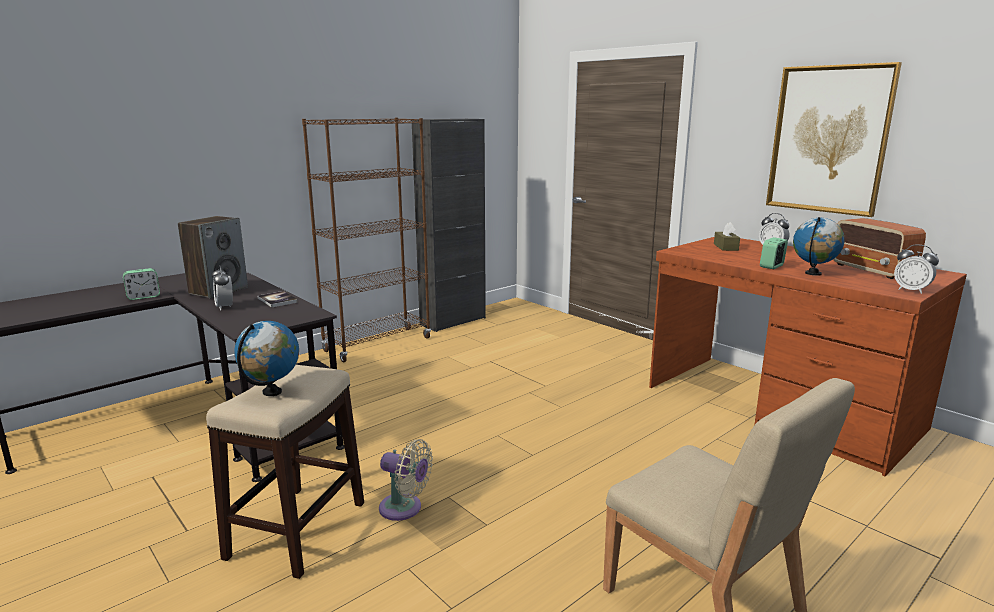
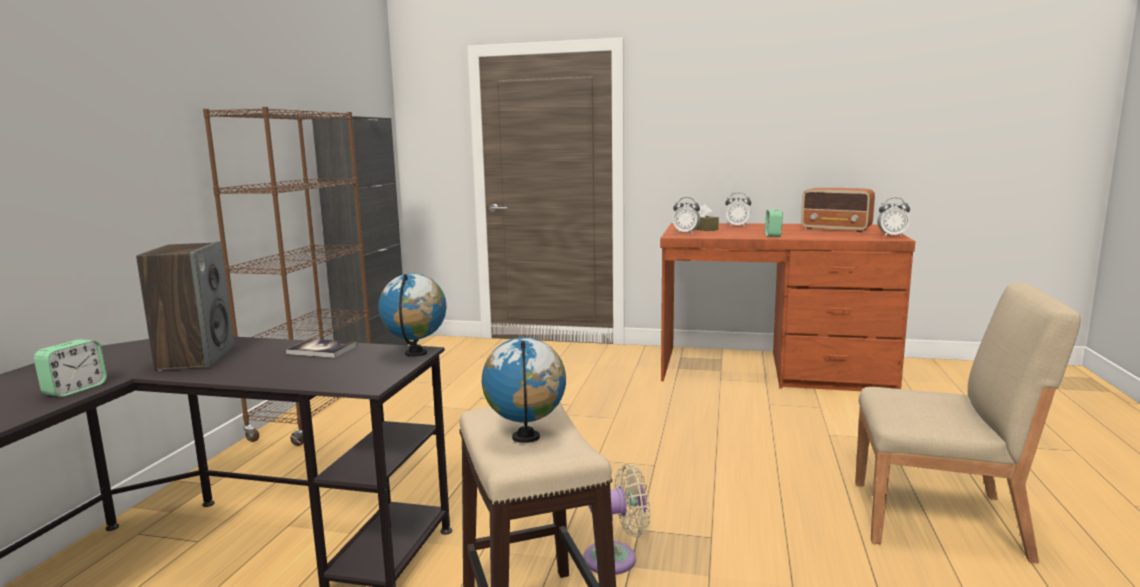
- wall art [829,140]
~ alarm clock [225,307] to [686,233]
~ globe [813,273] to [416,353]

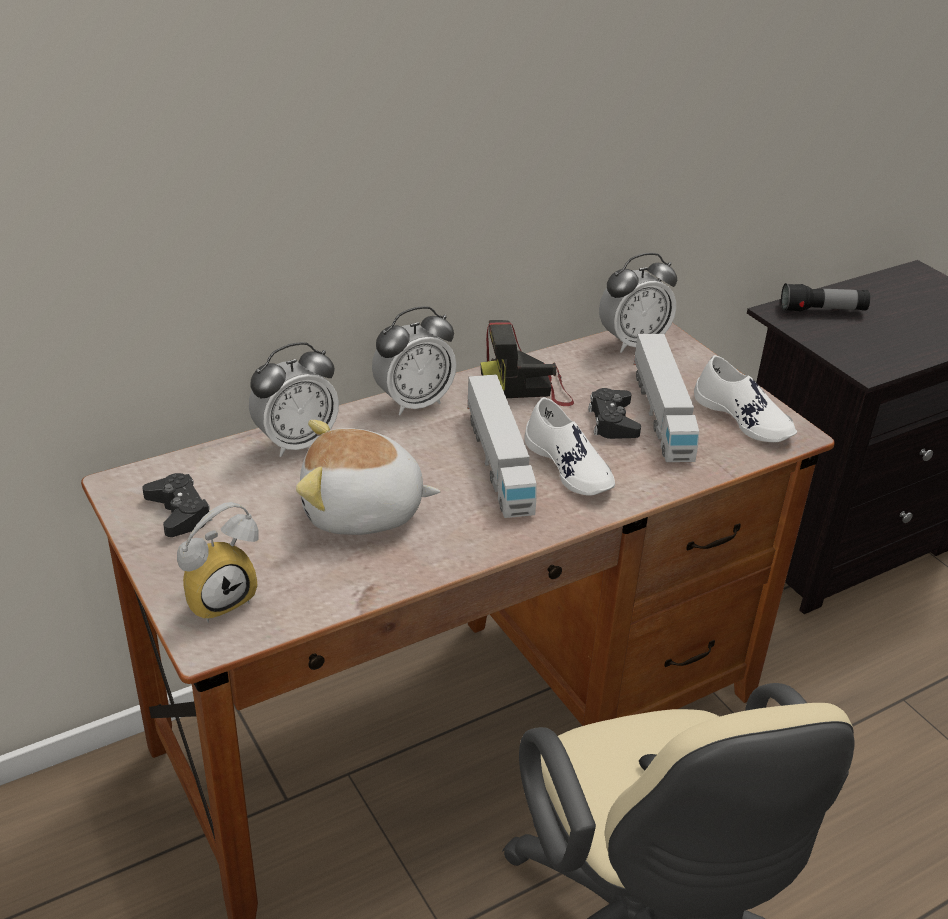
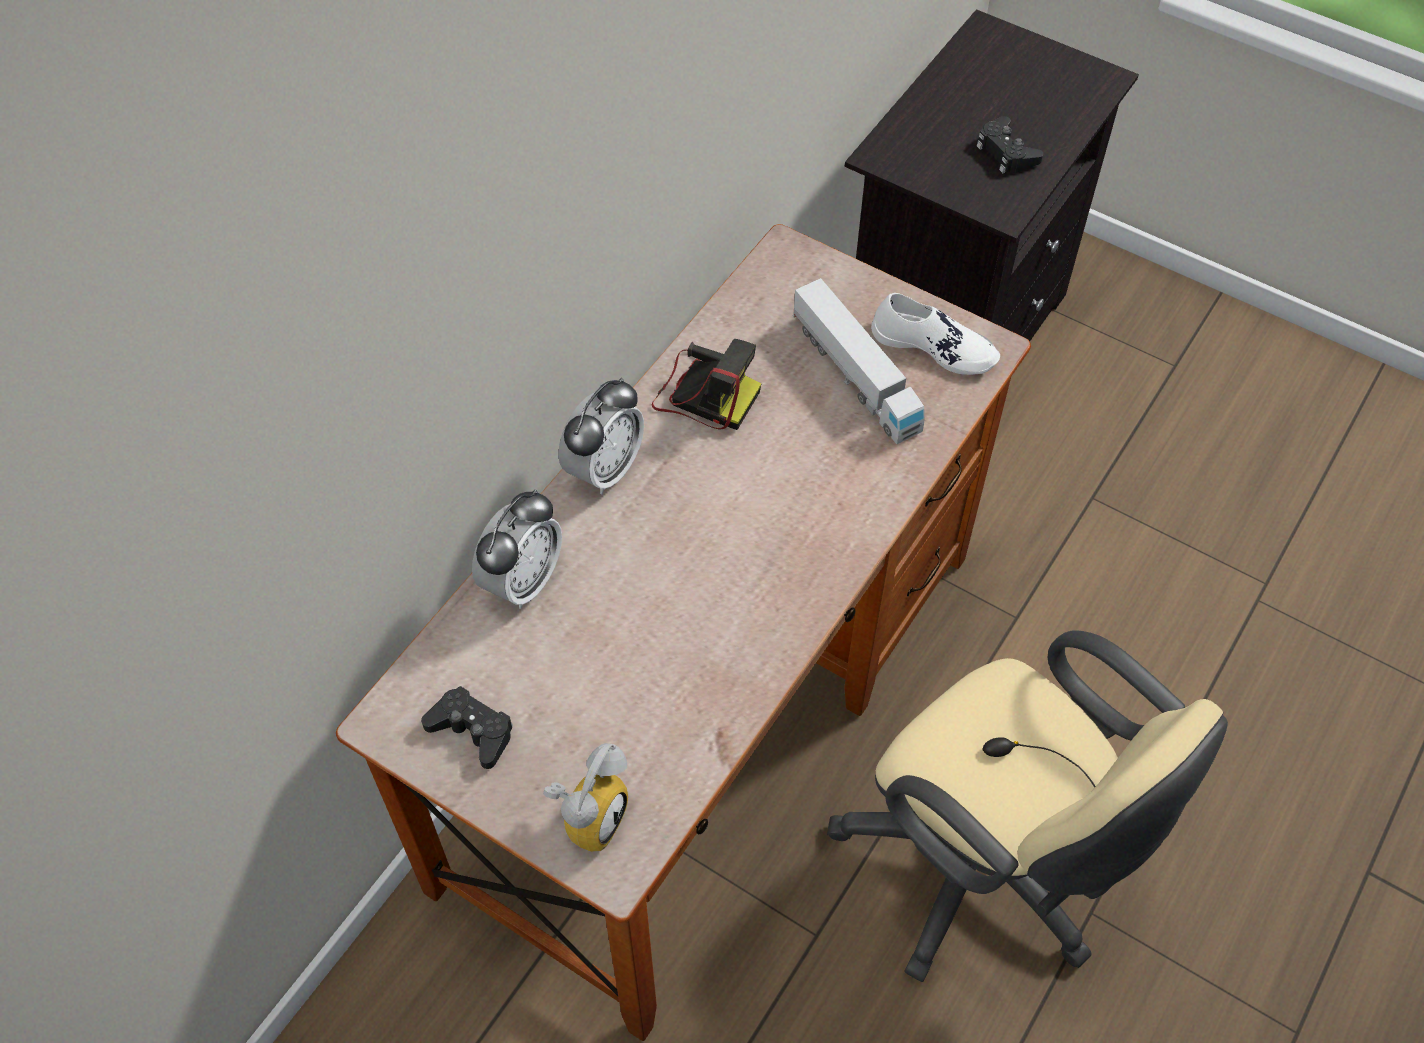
- cuddly toy [362,512]
- toy truck [498,462]
- white-coloured item of footwear [569,466]
- alarm clock [632,343]
- torch [822,310]
~ black gamepad [612,421] to [1006,152]
~ photo camera [527,387] = [704,394] 120 degrees counterclockwise

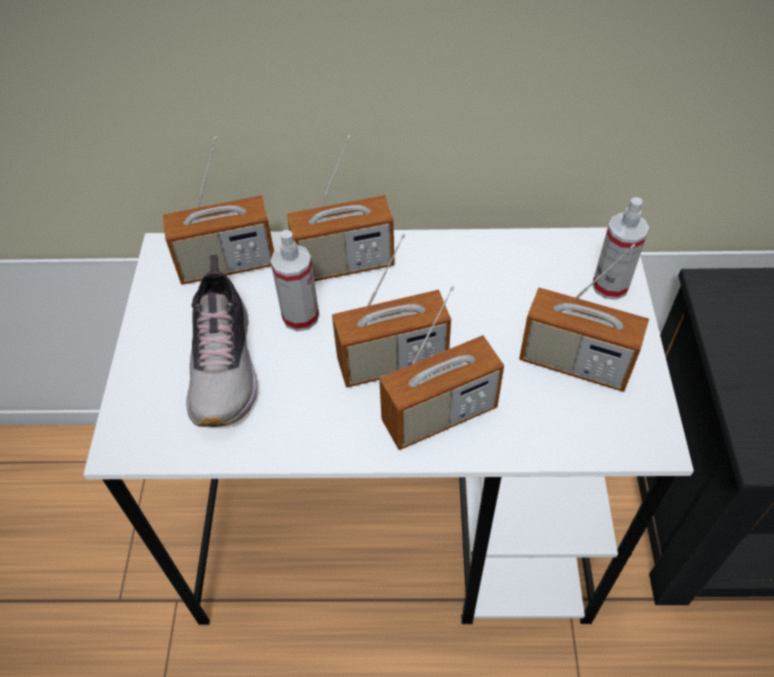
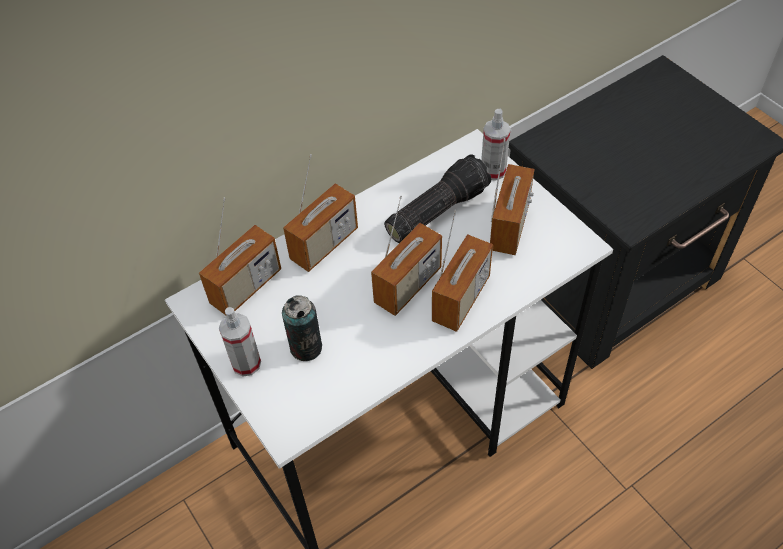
+ torch [436,210]
~ sprayer [300,316] to [246,363]
~ item of footwear [225,364] to metal can [306,347]
~ radio [574,363] = [509,227] 60 degrees counterclockwise

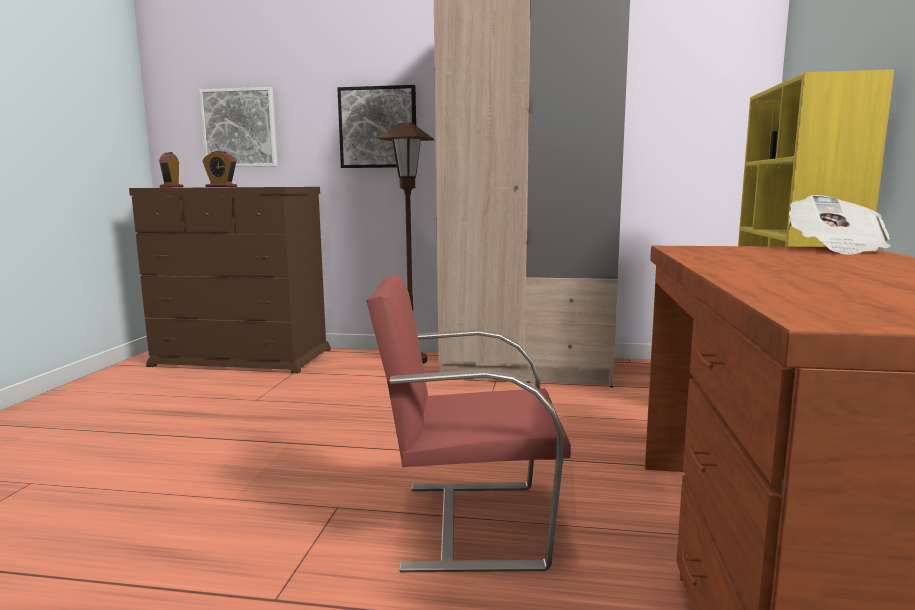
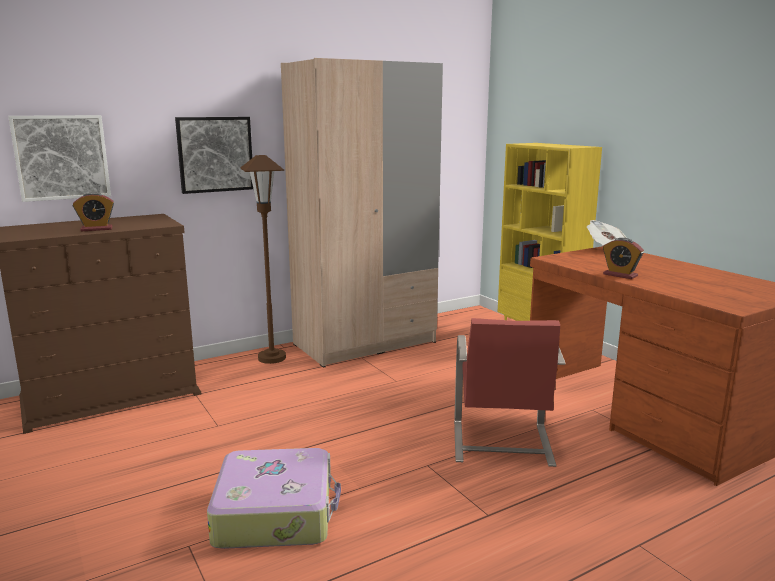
+ travel case [276,512]
~ alarm clock [171,187] to [620,275]
~ red chair [469,523] = [501,444] 45 degrees counterclockwise

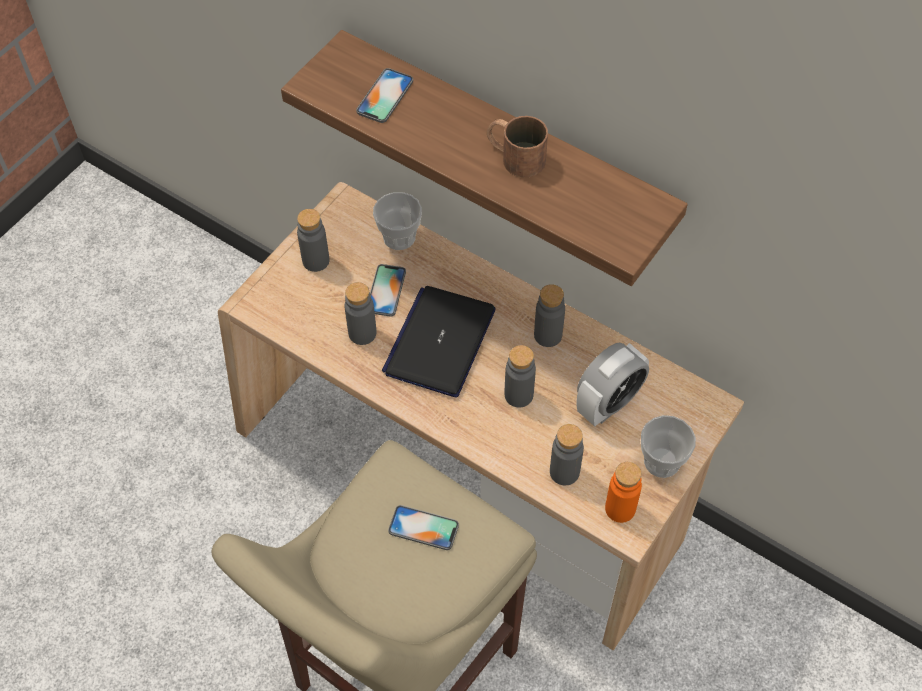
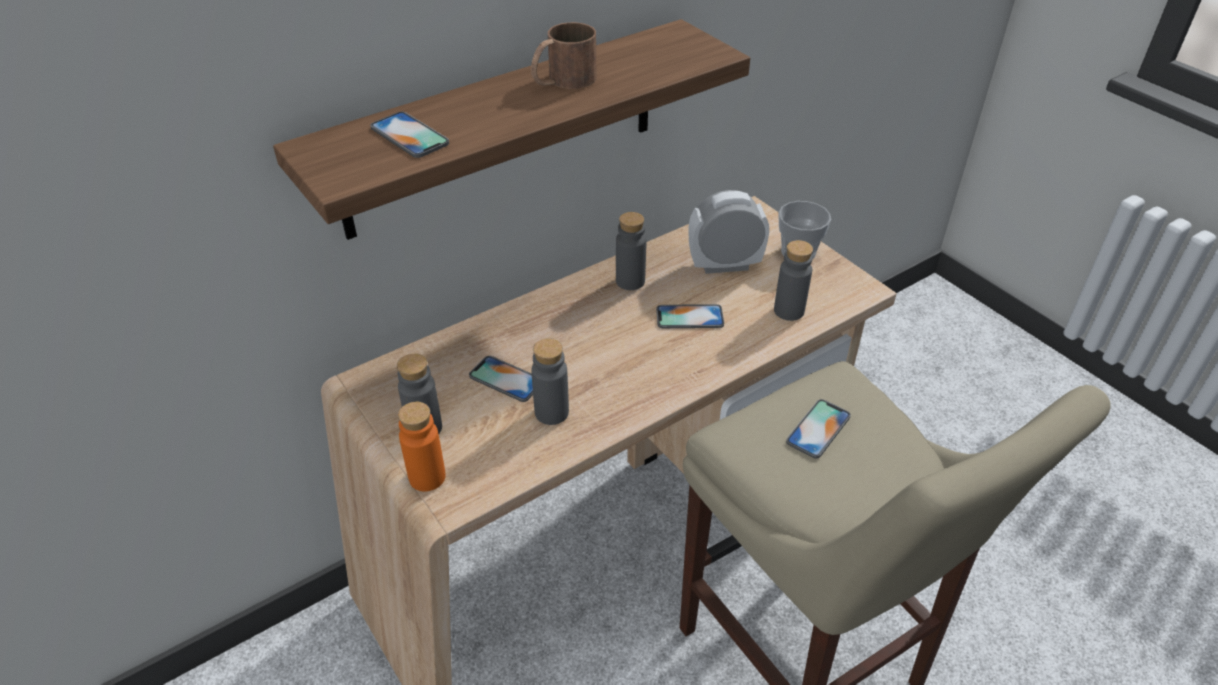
- cup [399,237]
- notebook computer [440,341]
~ orange drink bottle [620,508] to [427,477]
~ gray drink bottle [518,395] to telephone [689,317]
~ alarm clock [608,403] = [724,265] 75 degrees counterclockwise

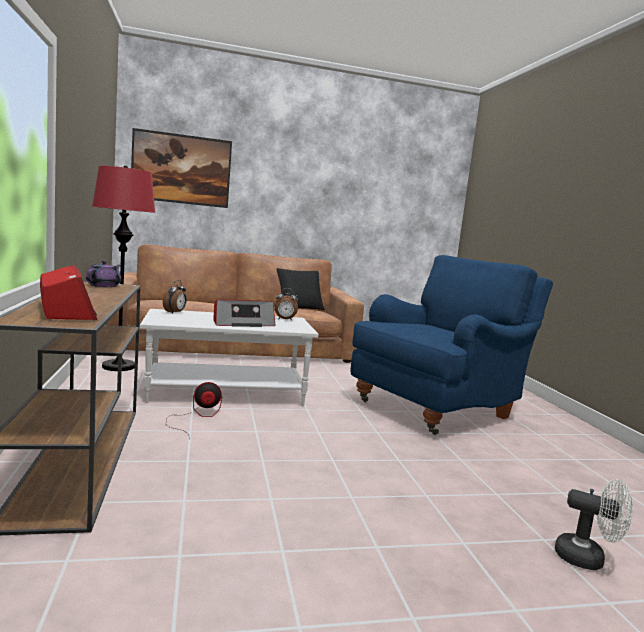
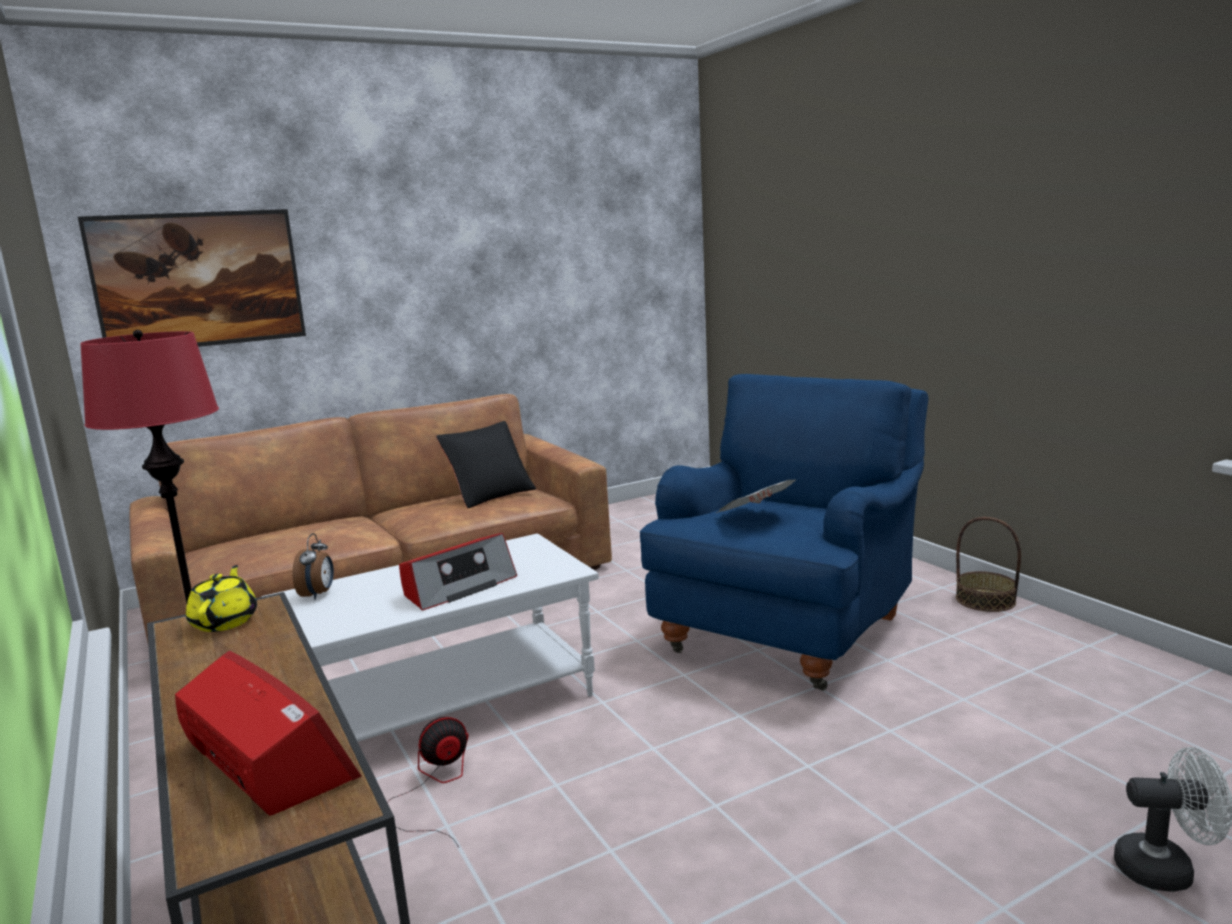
- alarm clock [285,319]
+ printed paper [755,517]
+ household basket [985,600]
~ purplish pot for tea [104,286] to yellow pot for tea [225,621]

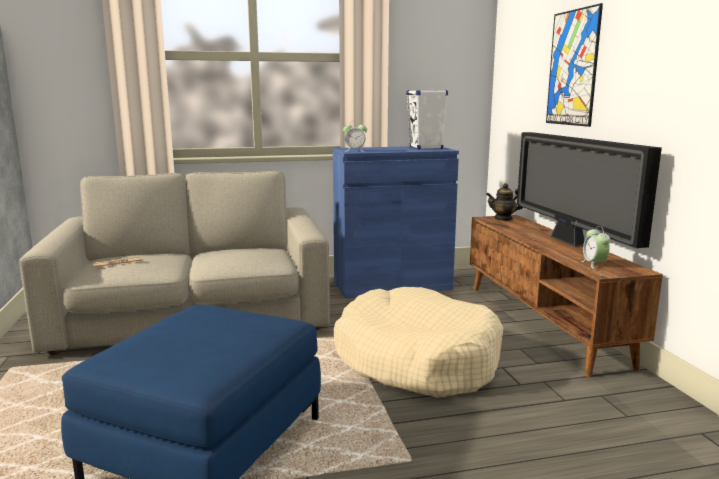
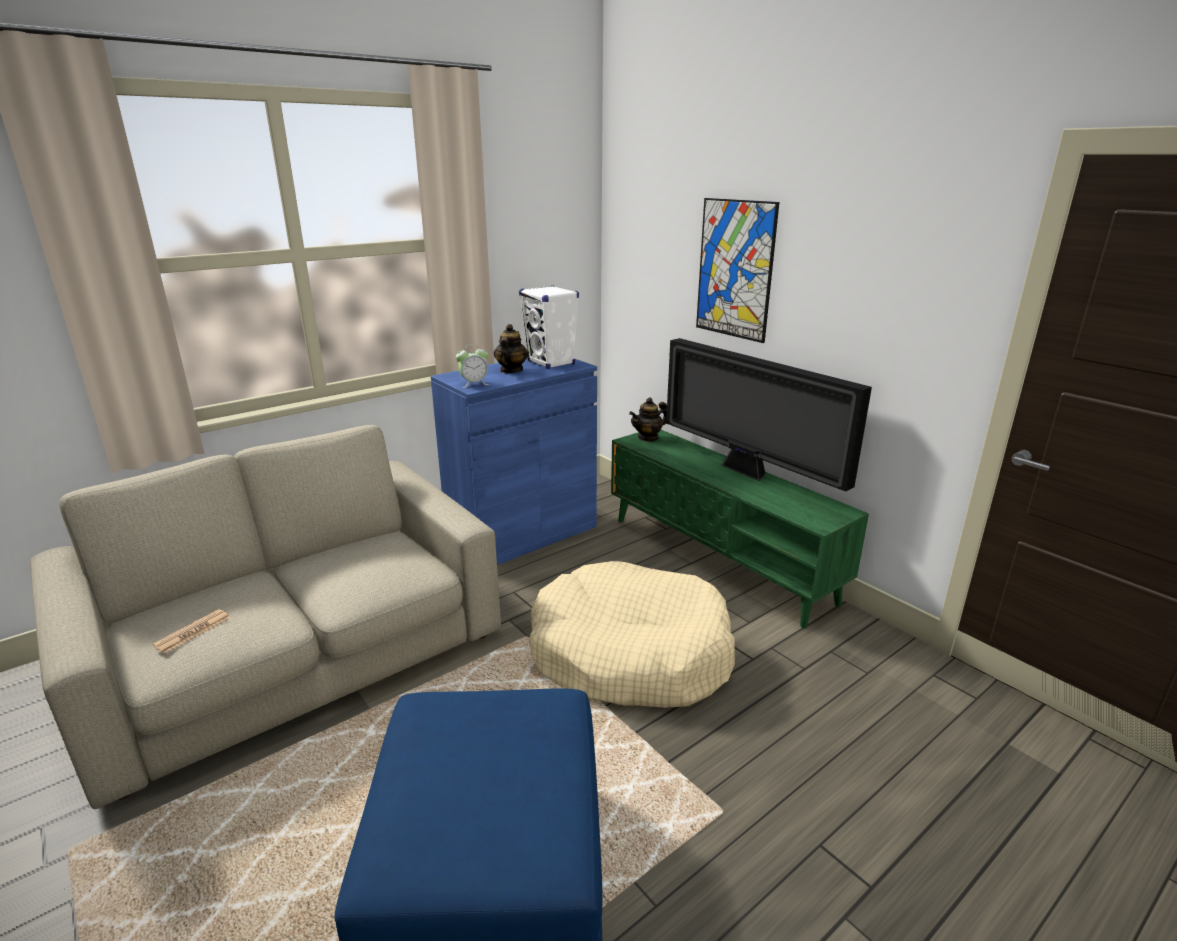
- alarm clock [594,264]
+ pot for tea [511,370]
~ brown-coloured tv stand [543,323] to greenish tv stand [719,559]

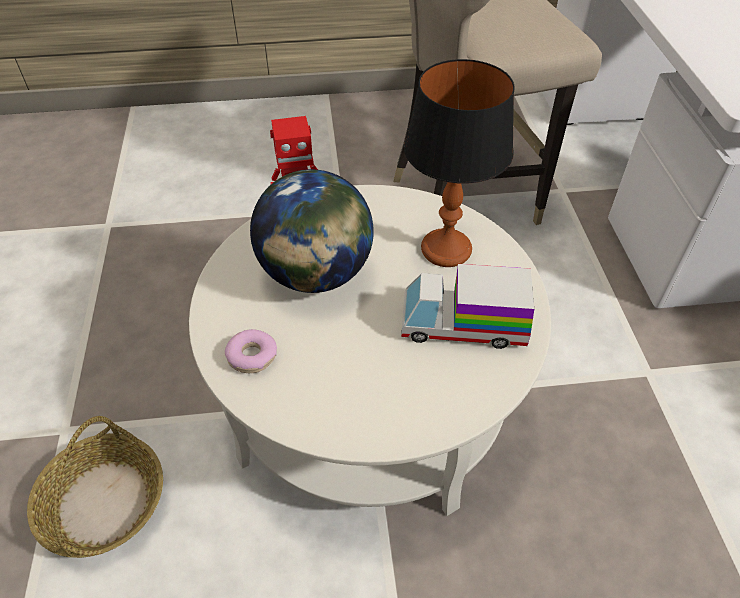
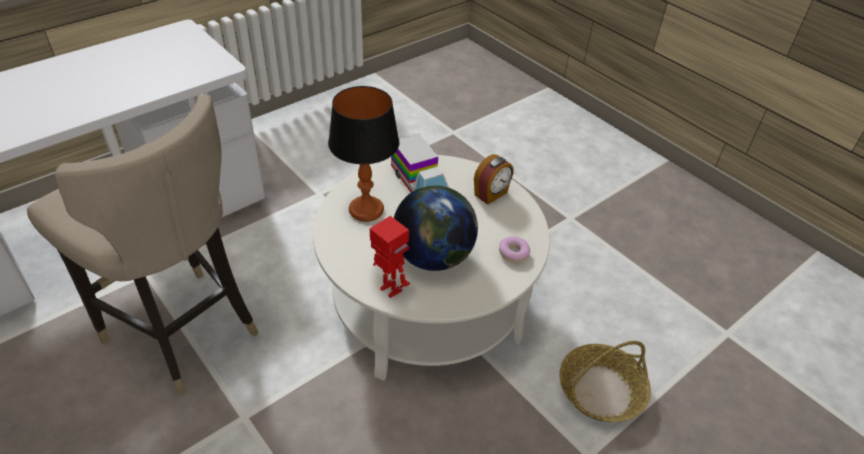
+ alarm clock [491,194]

